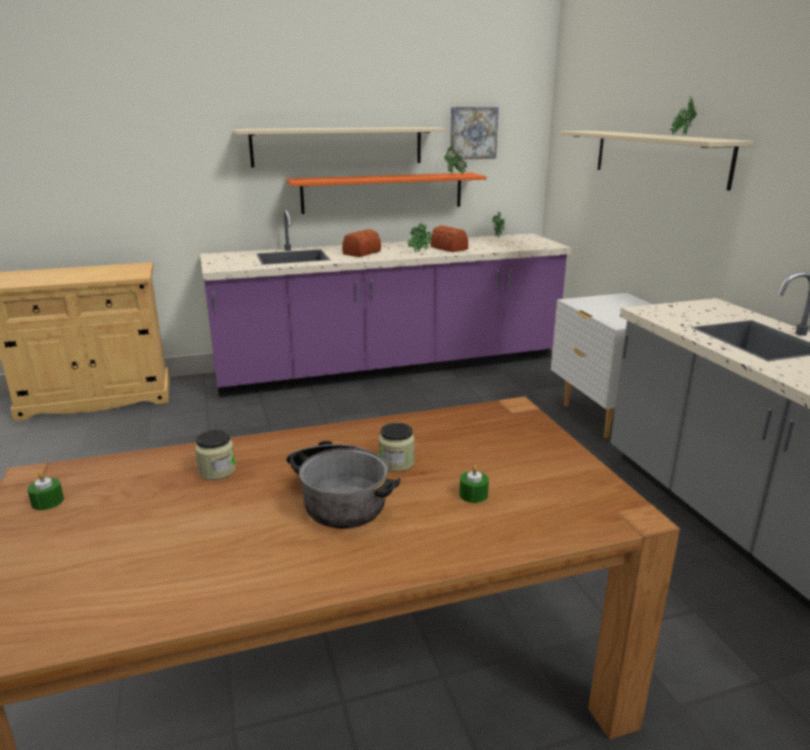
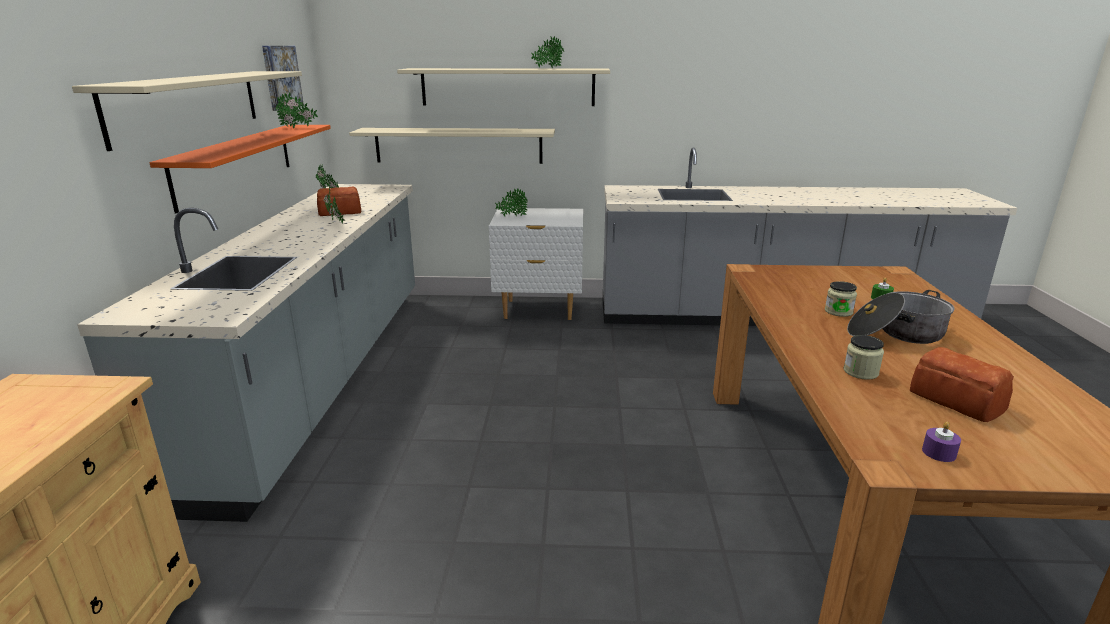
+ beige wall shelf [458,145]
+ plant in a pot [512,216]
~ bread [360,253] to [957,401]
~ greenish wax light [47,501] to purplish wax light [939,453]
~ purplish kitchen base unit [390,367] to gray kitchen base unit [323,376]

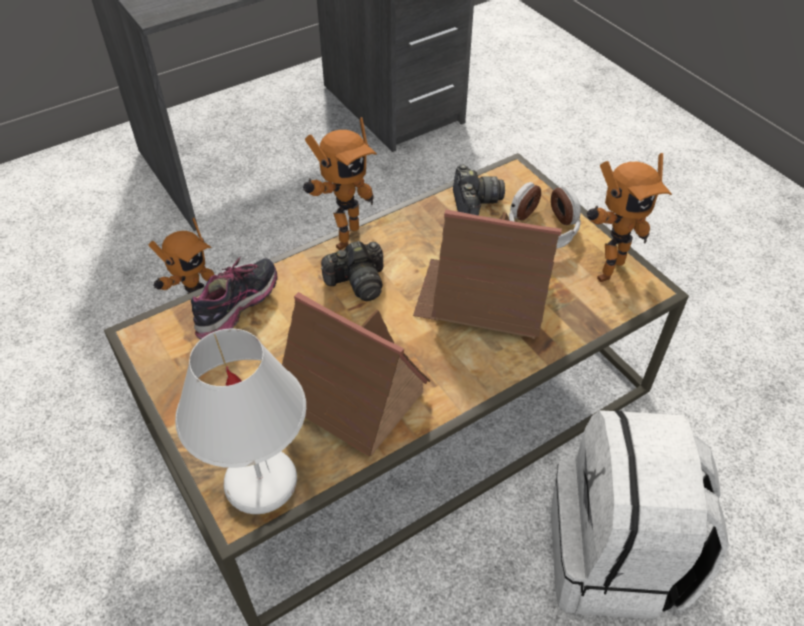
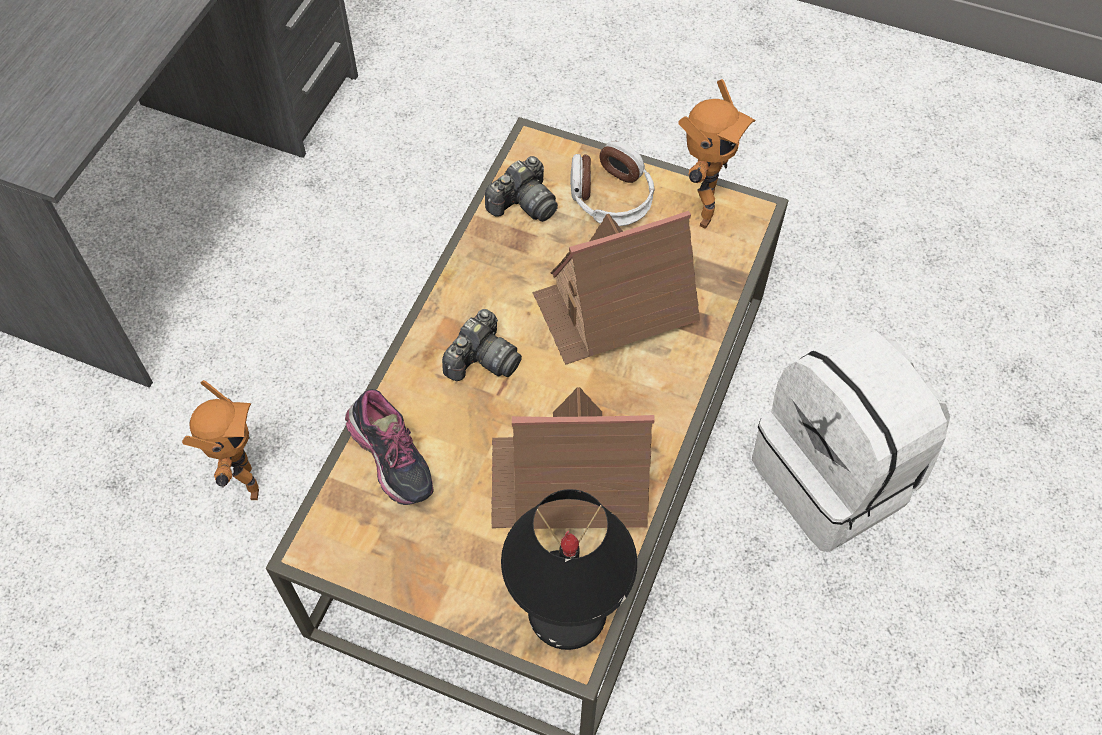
- toy robot [342,236]
~ white-coloured table lamp [259,482] to black table lamp [565,613]
~ item of footwear [239,311] = [391,461] 150 degrees clockwise
~ photo camera [474,203] = [523,204] 90 degrees clockwise

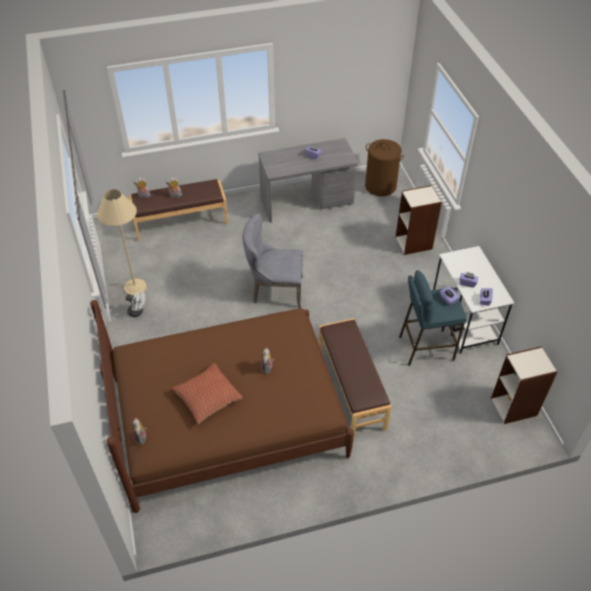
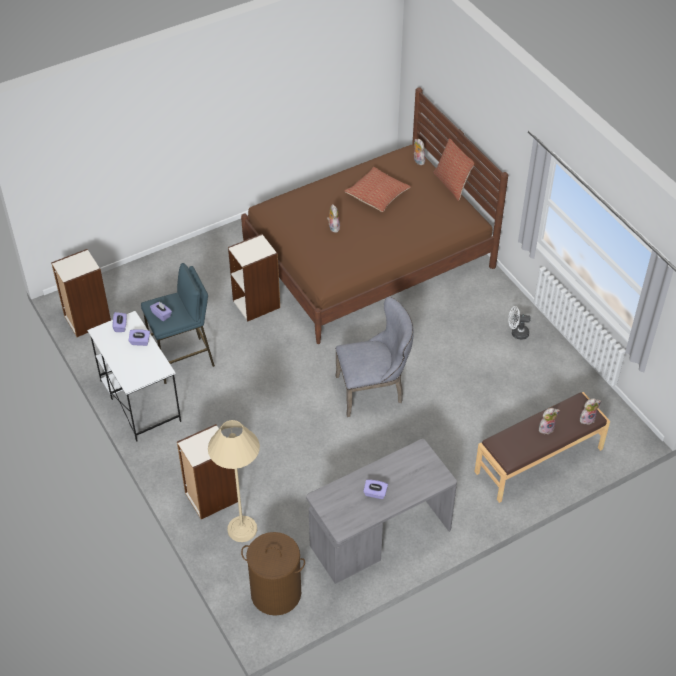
+ throw pillow [452,184]
~ beige floor lamp [135,287] to [242,529]
~ brown-coloured indoor bench [350,388] to bookshelf [257,304]

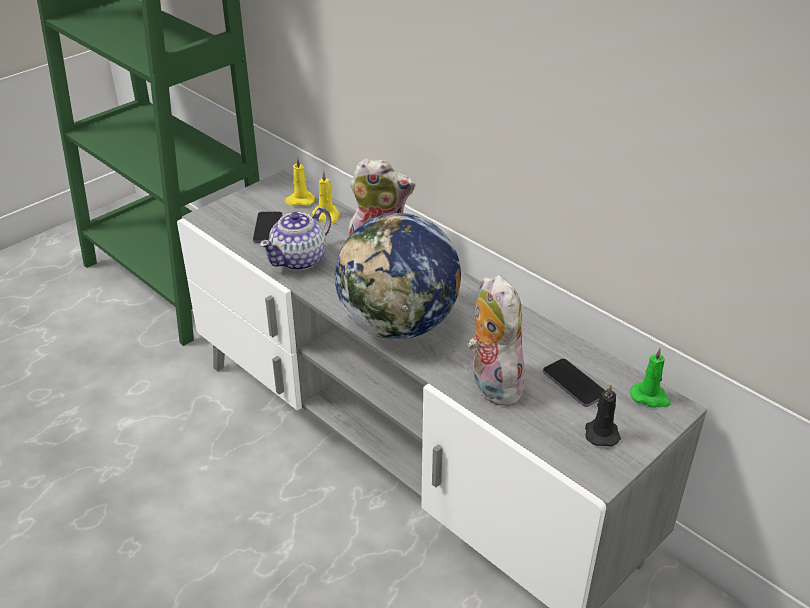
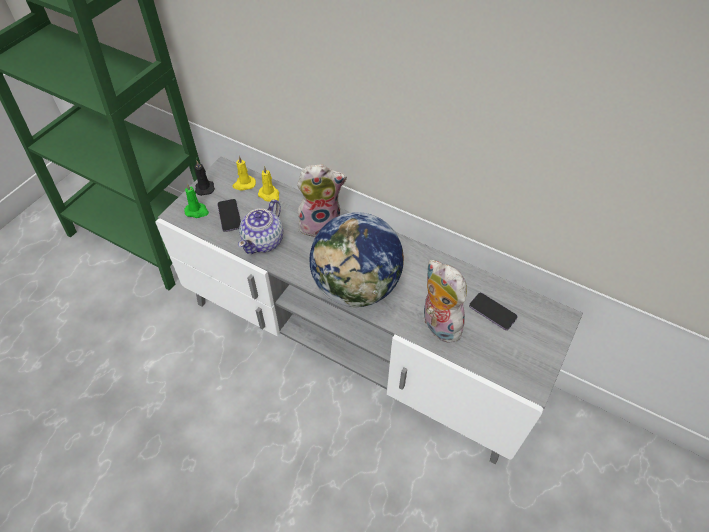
~ black wax light [601,433] to [205,187]
~ greenish wax light [650,397] to [197,211]

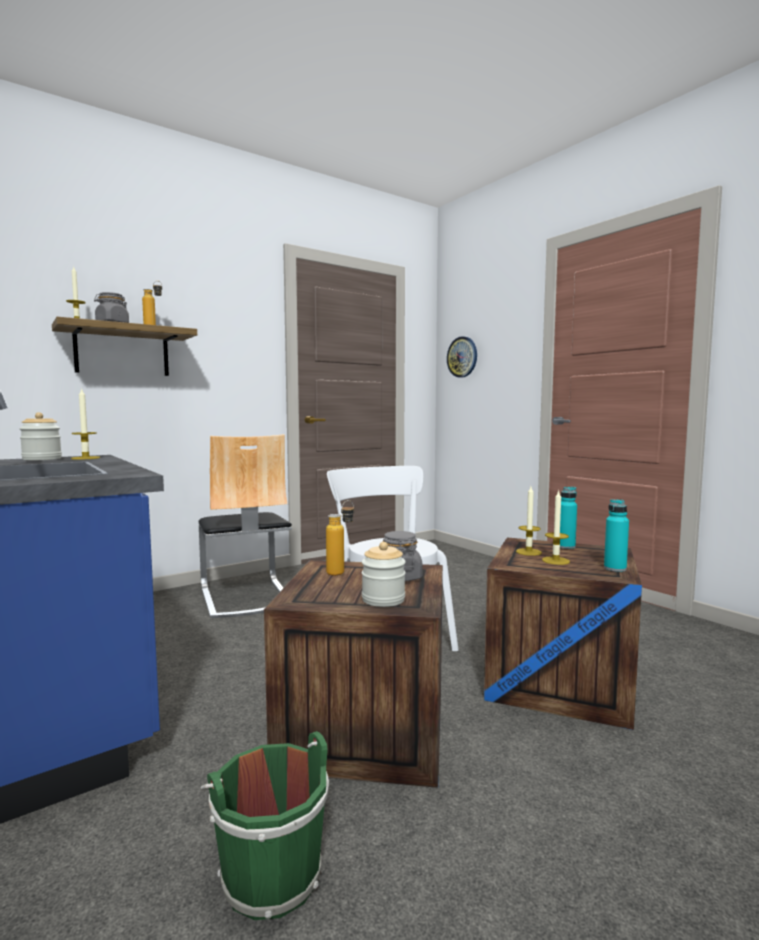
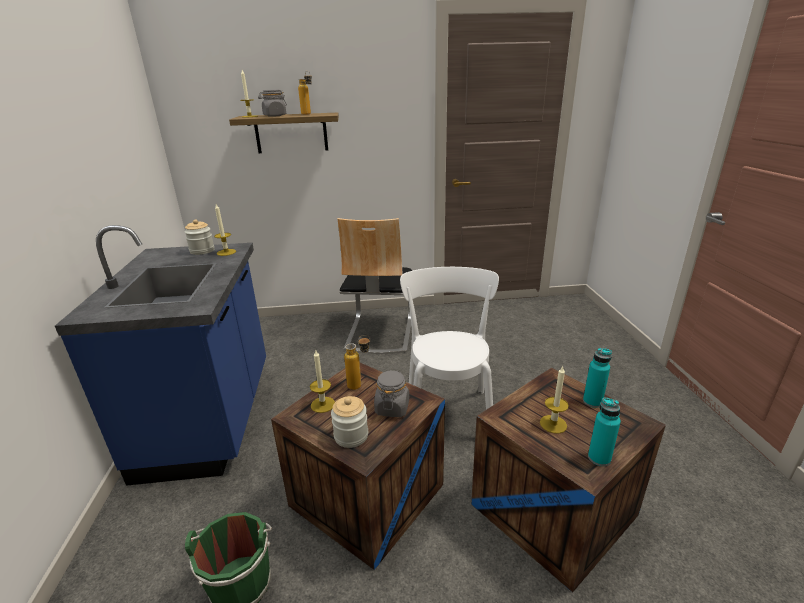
- wall clock [462,357]
~ wax light [528,552] to [322,404]

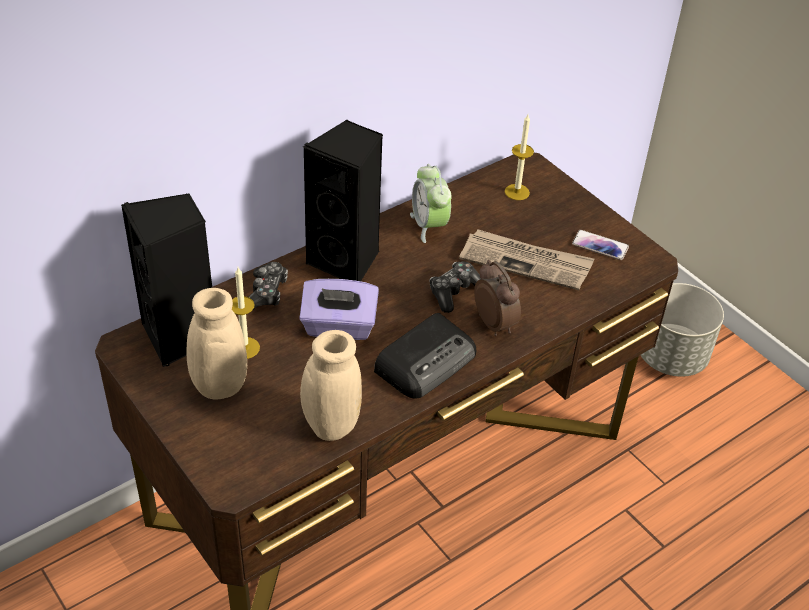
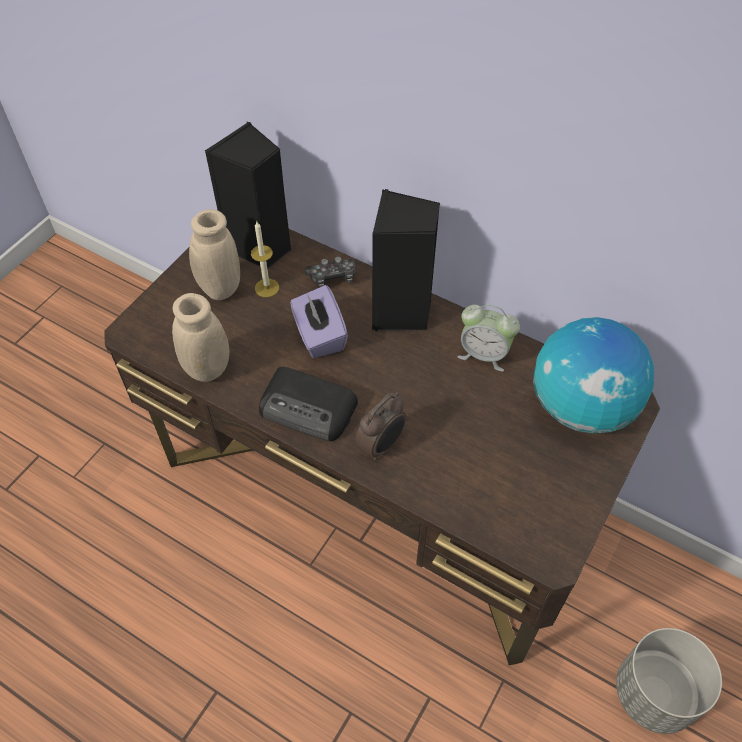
- gamepad [454,292]
- printed paper [526,262]
- telephone [600,246]
~ wax light [517,192] to globe [581,407]
~ alarm clock [429,225] = [484,354] 120 degrees counterclockwise

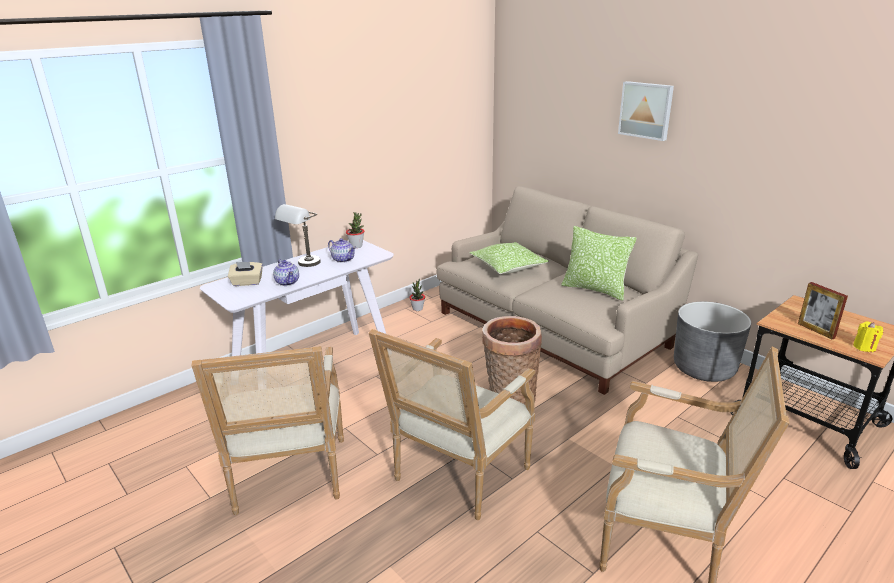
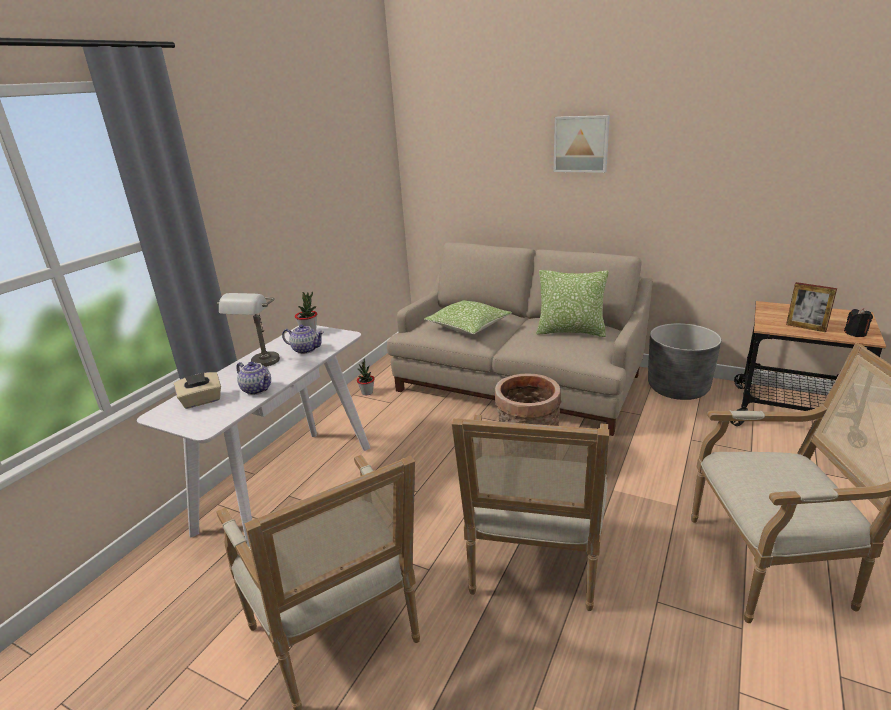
~ yellow wax light [864,347] to black wax light [855,333]

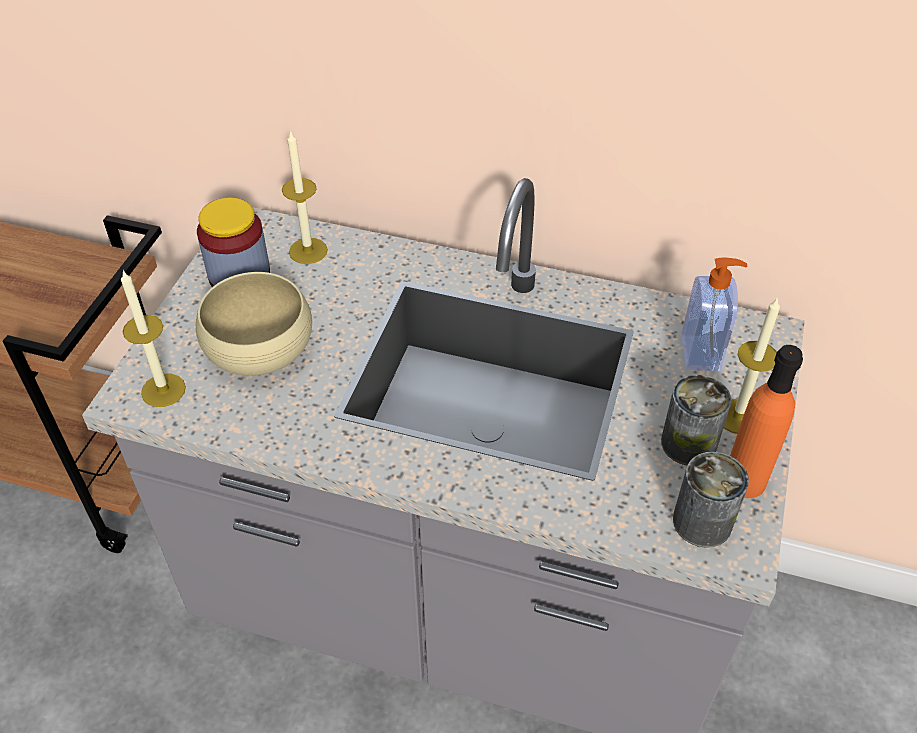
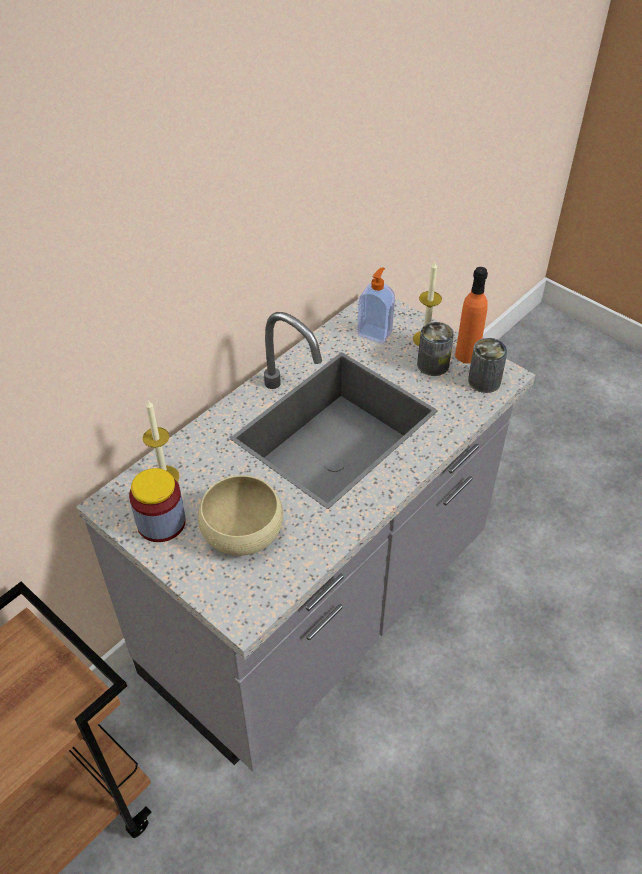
- wax light [163,390]

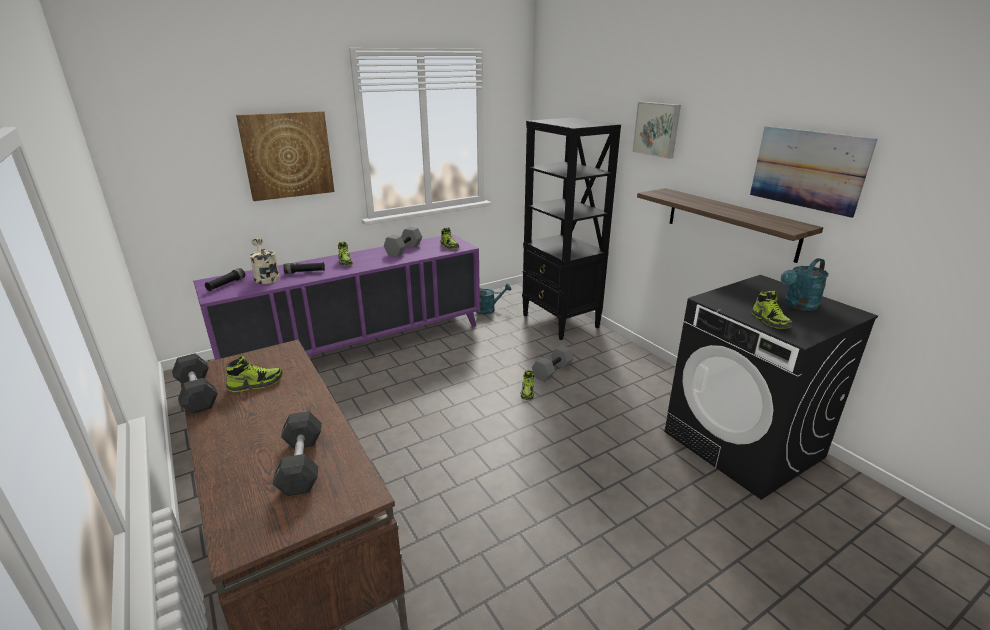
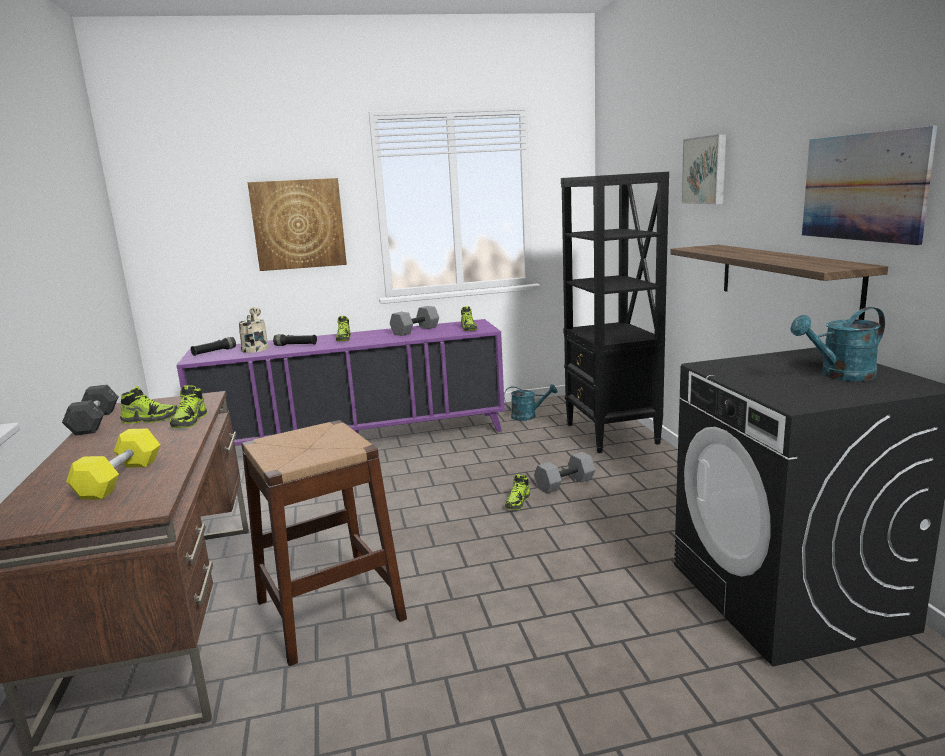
+ brown-coloured stool seat [330,609]
~ item of footwear [770,321] to [190,421]
~ gray free weight [301,464] to yellow free weight [120,479]

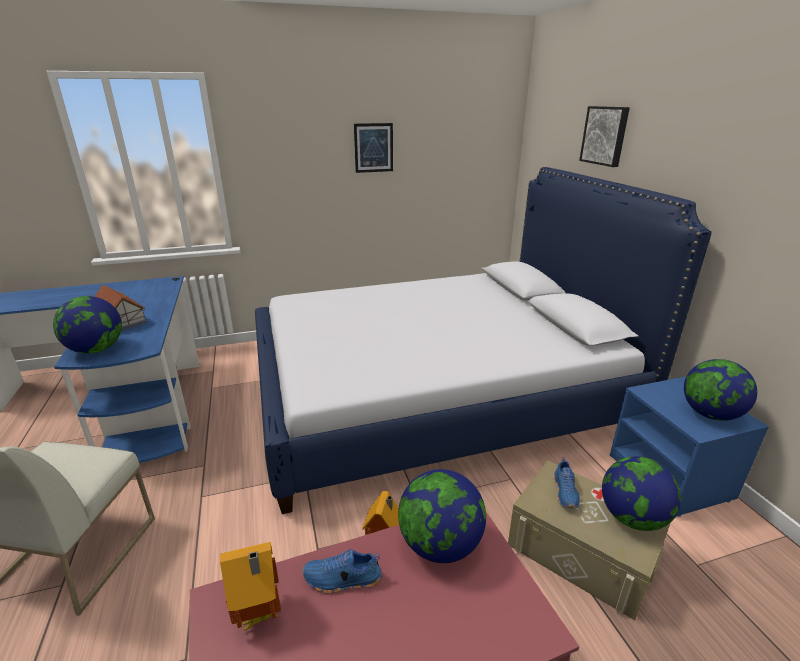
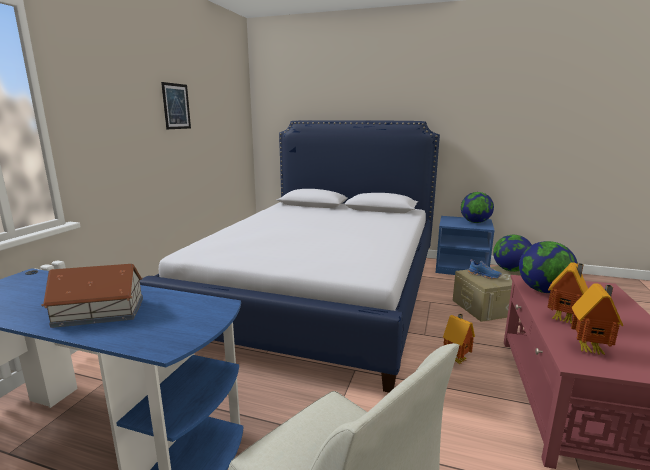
- globe [96,350]
- wall art [605,135]
~ blue-coloured item of footwear [342,580] to toy house [564,320]

